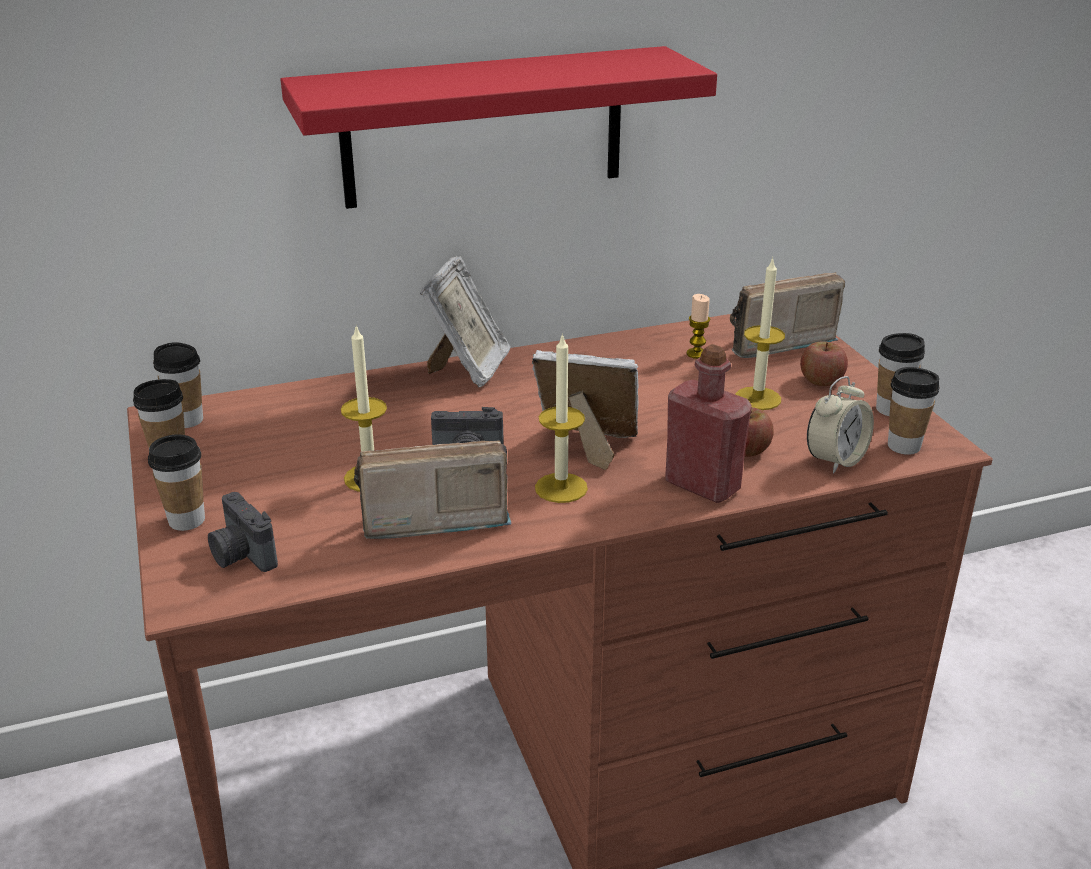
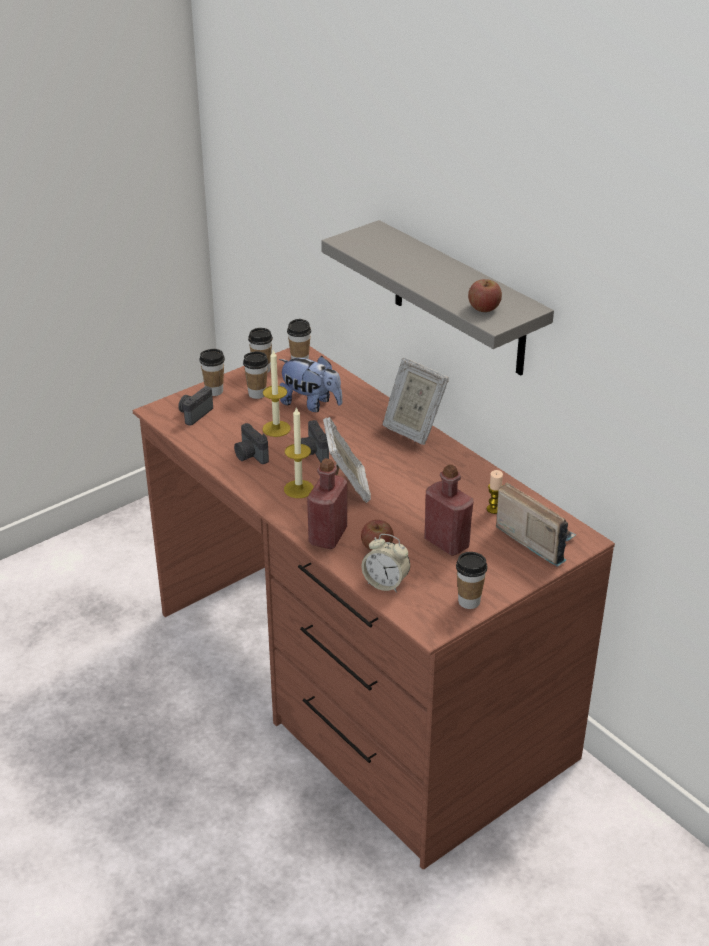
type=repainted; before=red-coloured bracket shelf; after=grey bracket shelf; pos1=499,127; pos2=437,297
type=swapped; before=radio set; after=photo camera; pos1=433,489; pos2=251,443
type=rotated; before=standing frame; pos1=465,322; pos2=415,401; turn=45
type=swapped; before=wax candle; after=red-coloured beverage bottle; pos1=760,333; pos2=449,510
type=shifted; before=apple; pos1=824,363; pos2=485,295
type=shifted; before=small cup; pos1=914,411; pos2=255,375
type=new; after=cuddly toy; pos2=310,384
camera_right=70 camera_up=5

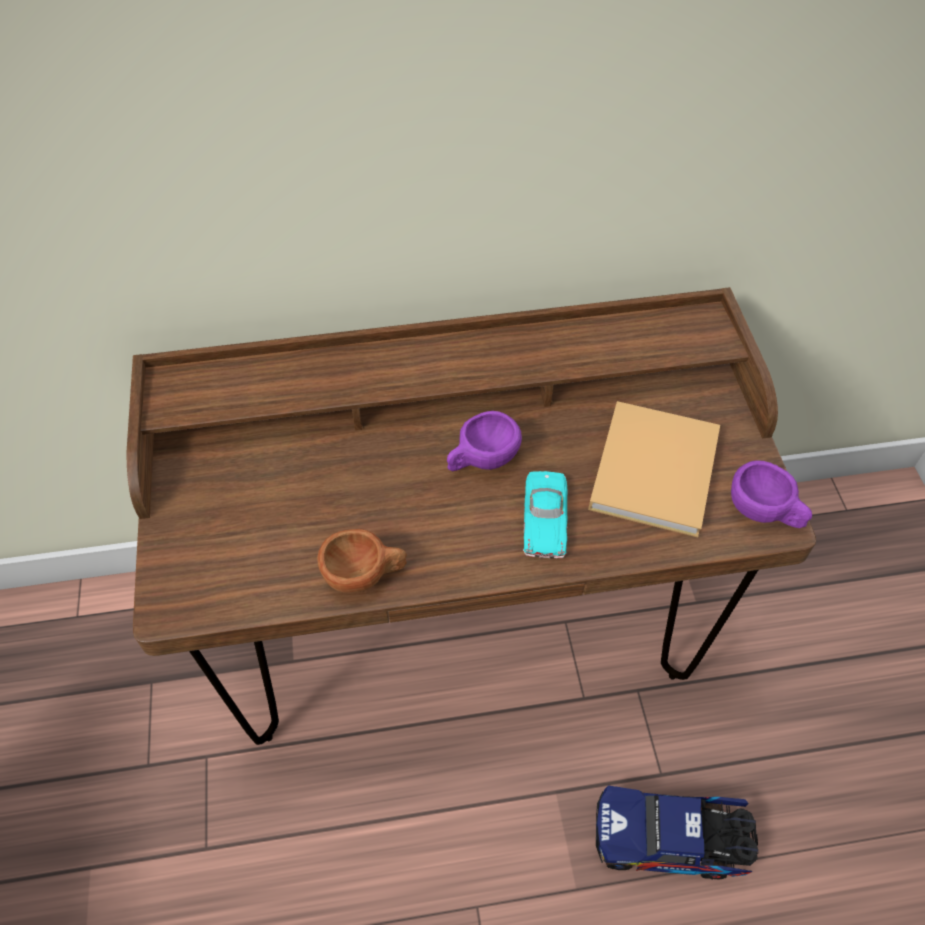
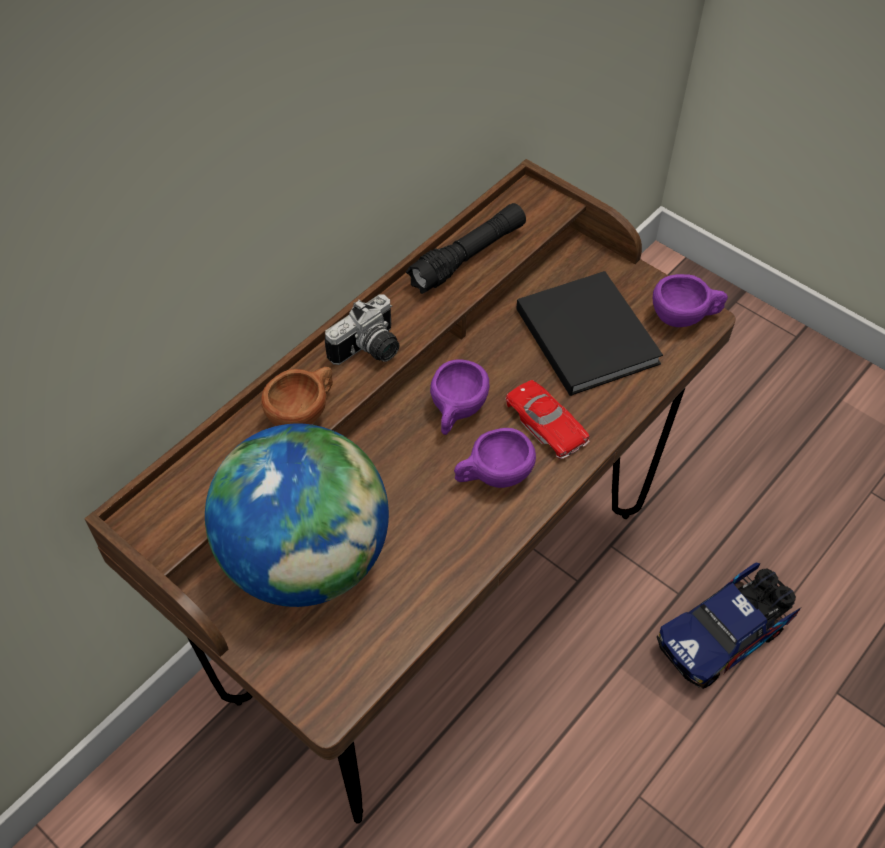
type=shifted; before=brown-coloured small cup; pos1=362,561; pos2=297,396
type=repainted; before=turquoise model car; after=red-coloured model car; pos1=545,514; pos2=547,419
type=repainted; before=beige bound book; after=black bound book; pos1=654,469; pos2=589,333
type=new; after=globe; pos2=297,515
type=new; after=photo camera; pos2=362,329
type=new; after=black flashlight; pos2=466,248
type=new; after=purple small cup; pos2=495,458
camera_right=-40 camera_up=0

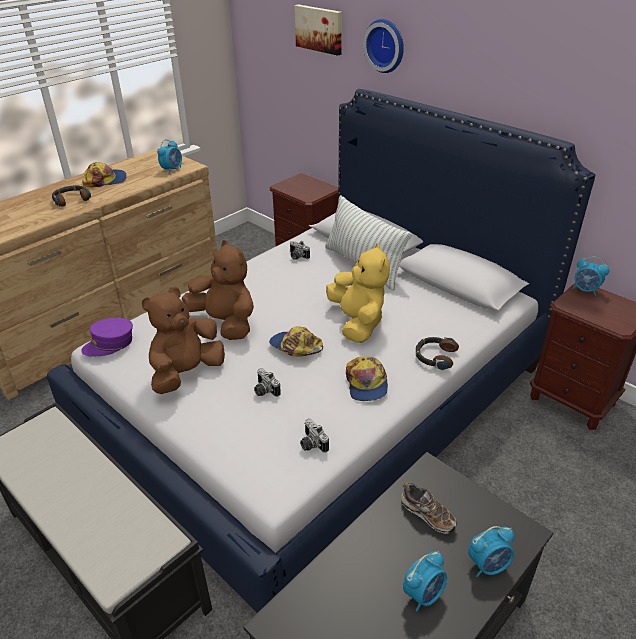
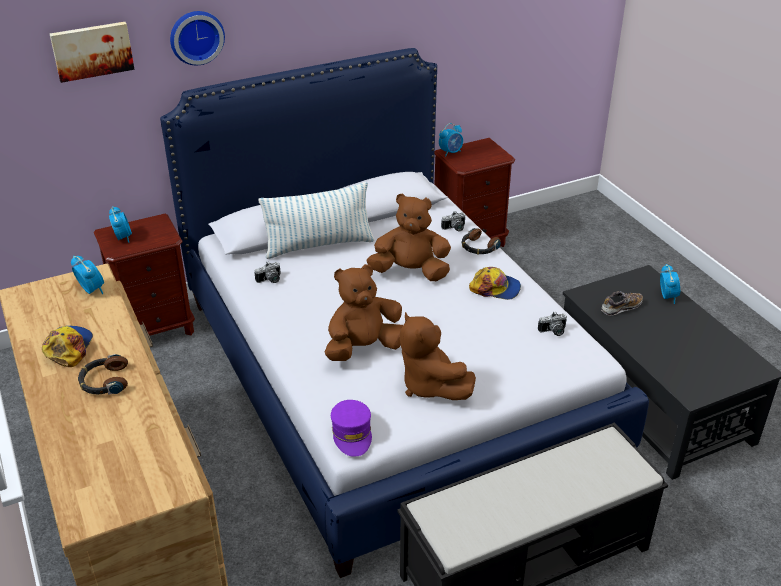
type=shifted; before=photo camera; pos1=267,382; pos2=453,221
type=gone; before=baseball cap; pos1=296,341
type=repainted; before=yellow-coloured cuddly toy; after=brown-coloured cuddly toy; pos1=358,293; pos2=409,237
type=shifted; before=table clock; pos1=425,581; pos2=120,224
camera_right=-70 camera_up=0

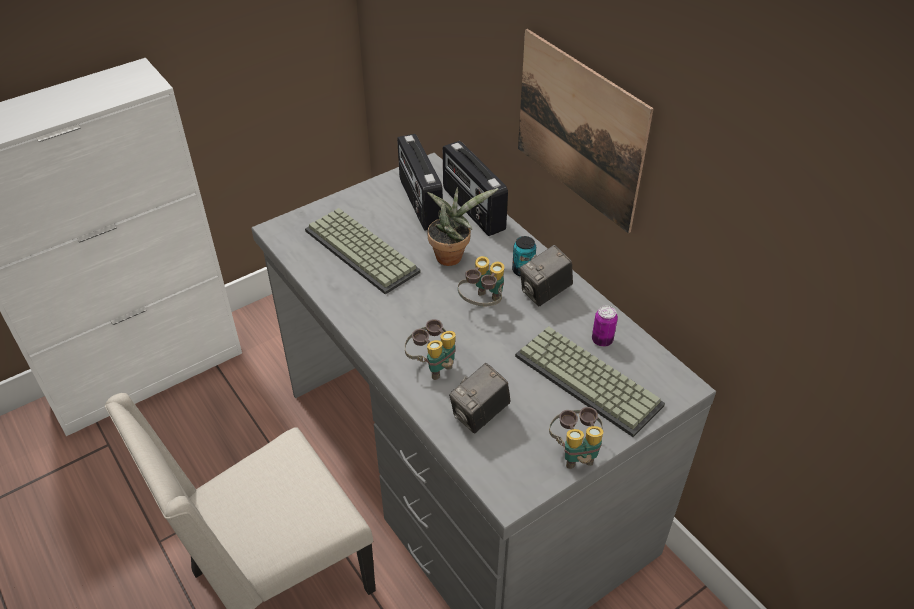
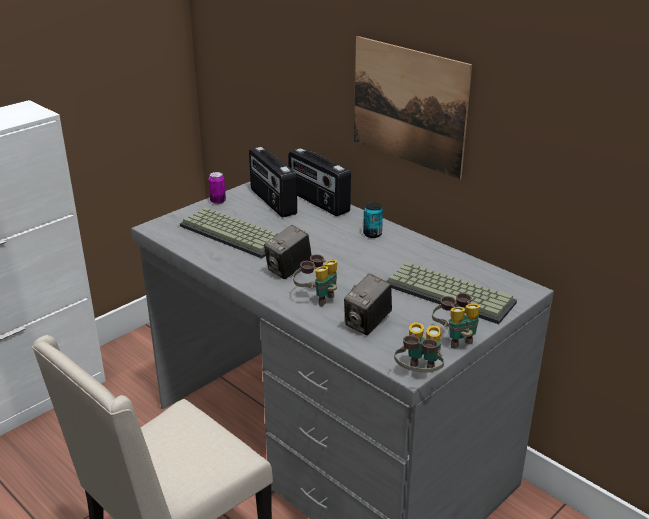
type=gone; before=houseplant; pos1=462,226
type=shifted; before=pair of binoculars; pos1=481,281; pos2=419,347
type=shifted; before=photo camera; pos1=546,275; pos2=288,252
type=shifted; before=metal can; pos1=605,326; pos2=217,188
camera_right=-10 camera_up=-15

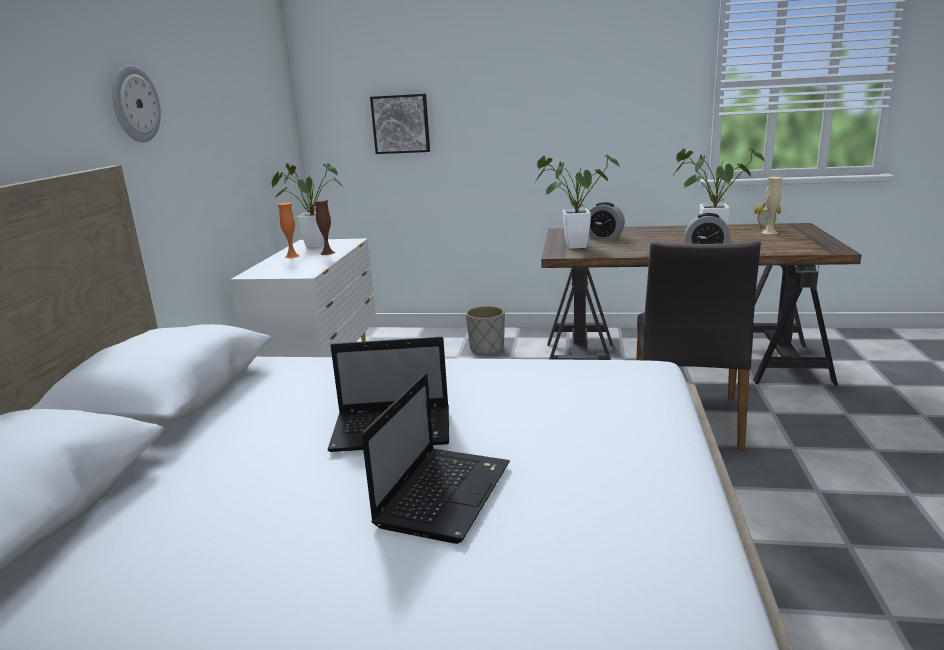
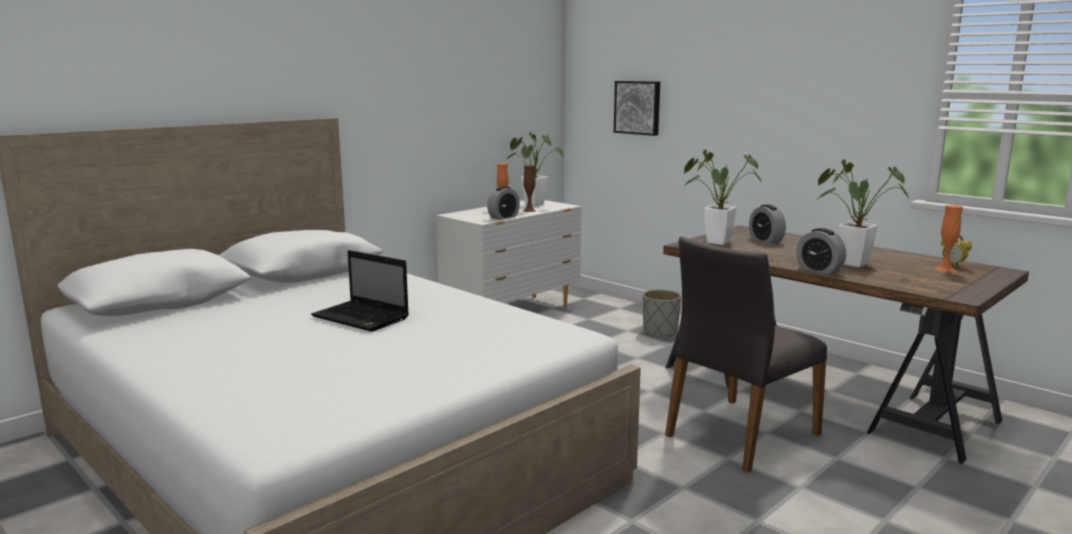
type=gone; before=clock on the wall; pos1=136,103
type=gone; before=laptop; pos1=436,458
type=repainted; before=beige flower vase; after=orangey flower vase; pos1=772,205; pos2=949,238
type=new; after=table clock; pos2=503,203
camera_right=35 camera_up=-5

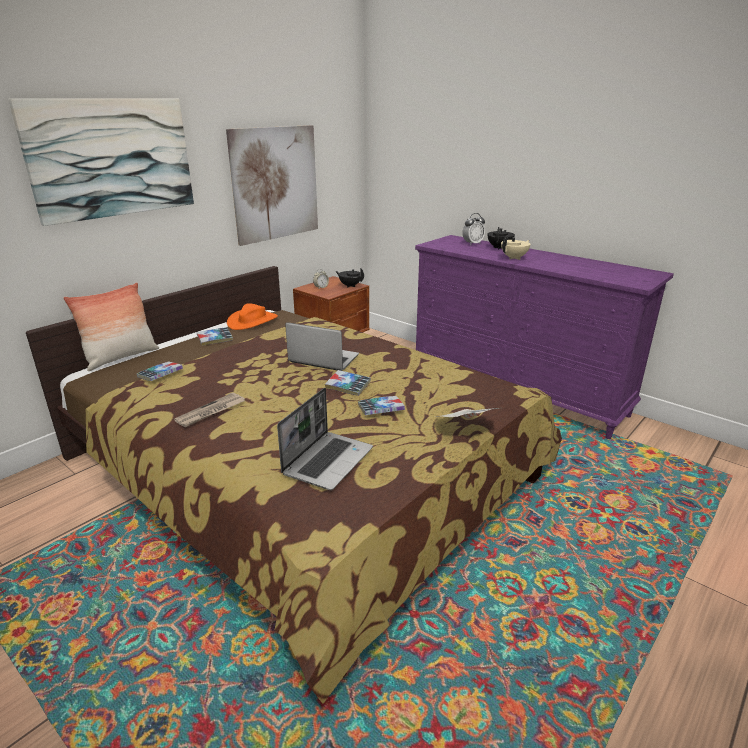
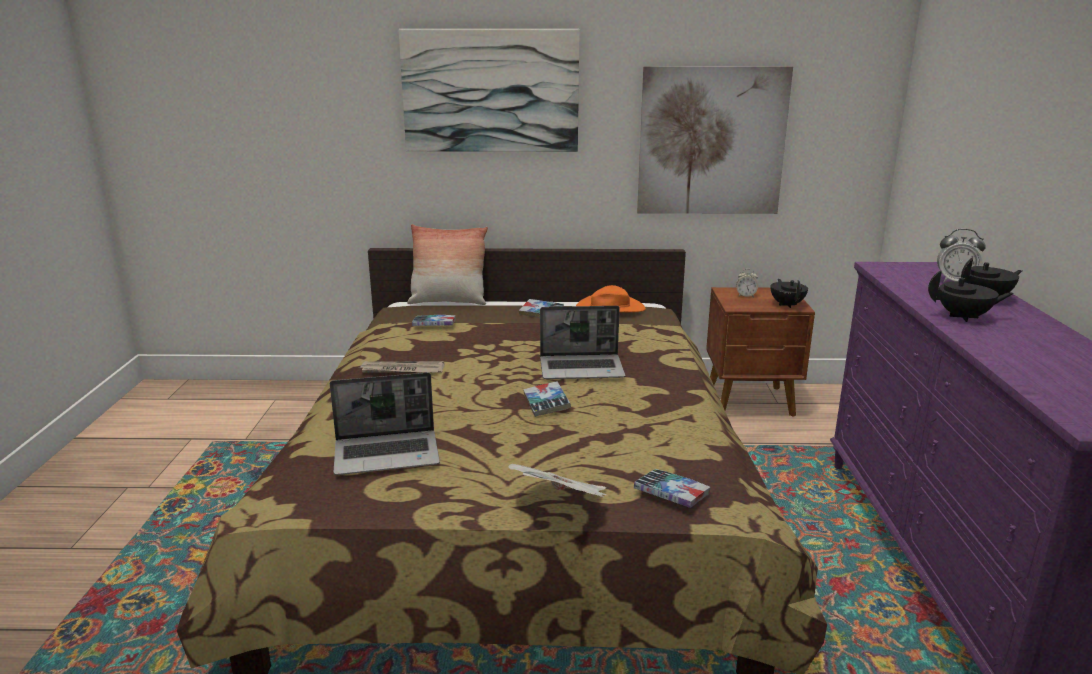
type=rotated; before=laptop; pos1=322,346; pos2=582,342; turn=105
type=shifted; before=bound book; pos1=381,405; pos2=672,488
type=repainted; before=beige tea pot; after=black tea pot; pos1=515,247; pos2=971,296
camera_right=50 camera_up=-5

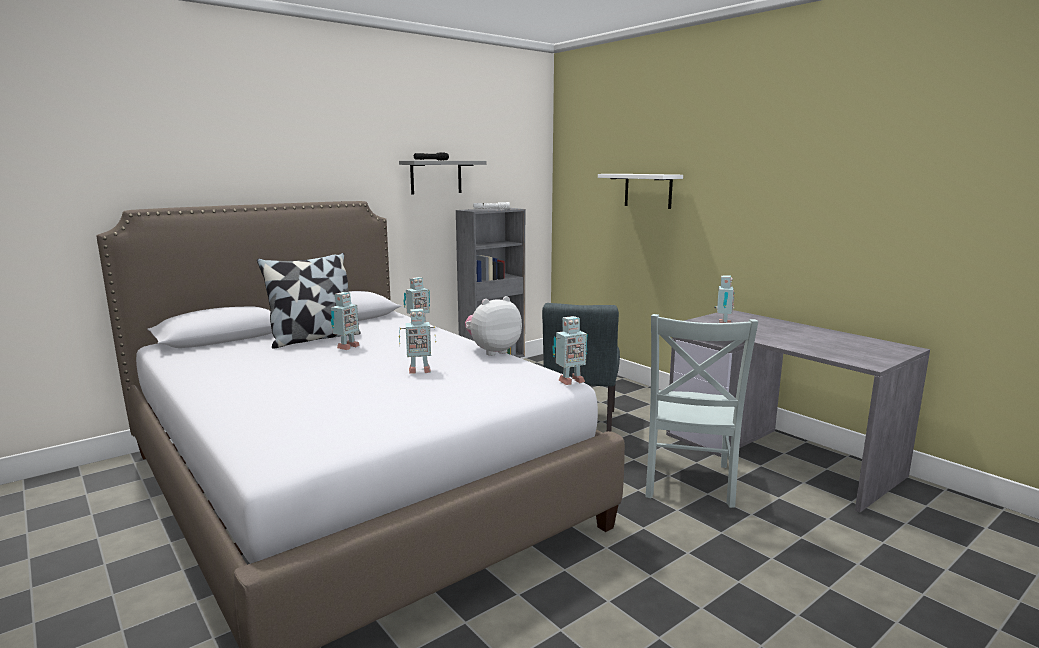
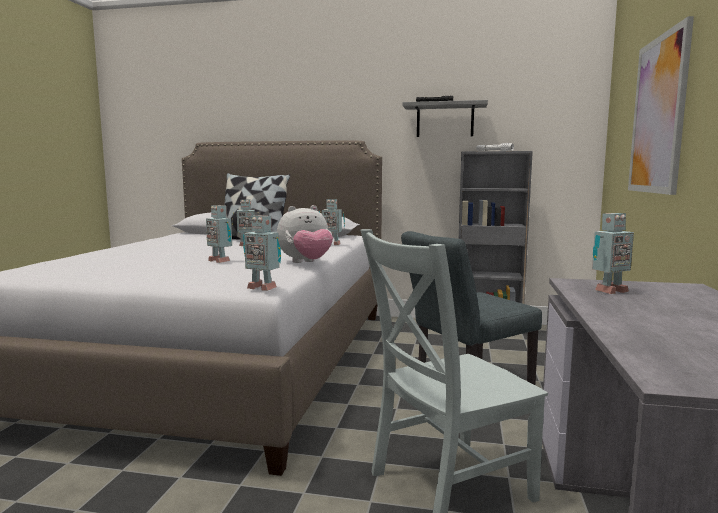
type=rotated; before=cuddly toy; pos1=493,326; pos2=305,234; turn=135
type=swapped; before=white-coloured bracket shelf; after=picture; pos1=640,191; pos2=661,105
camera_right=50 camera_up=-5

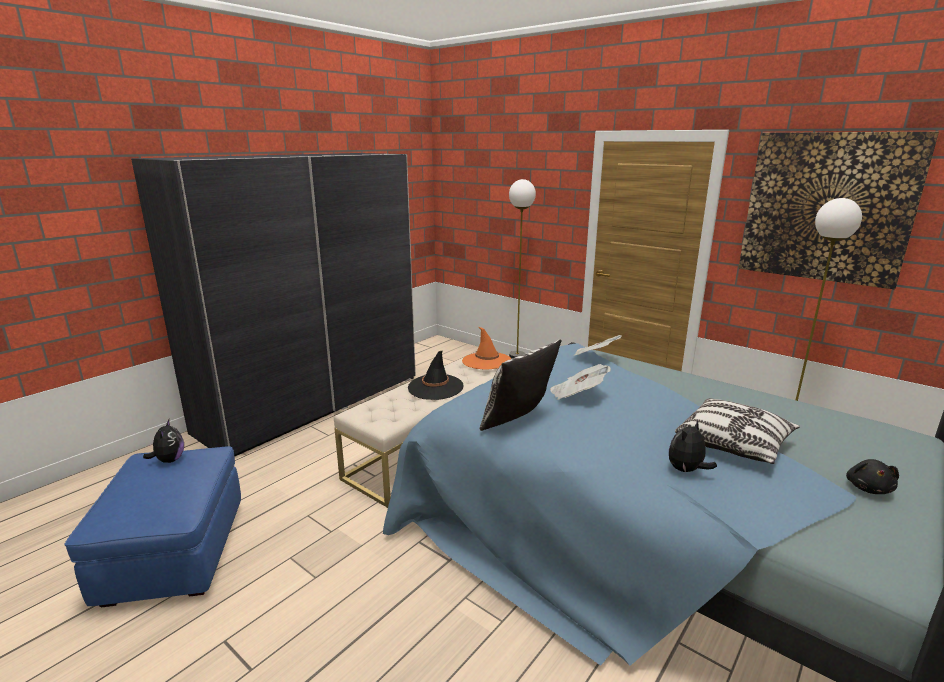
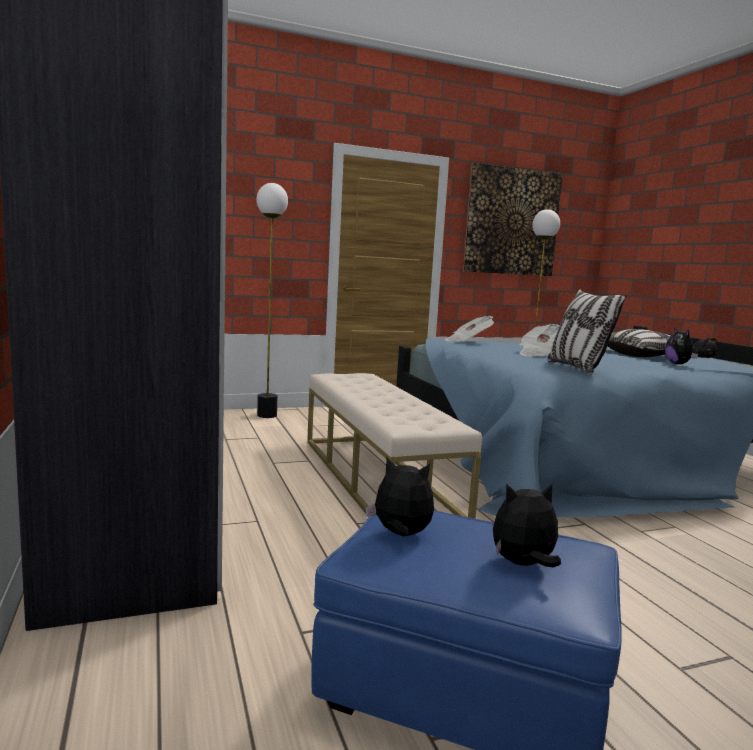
type=gone; before=black clothing hat; pos1=435,375
type=gone; before=orangey clothing hat; pos1=487,348
type=new; after=cuddly toy; pos2=527,525
camera_right=-60 camera_up=-10

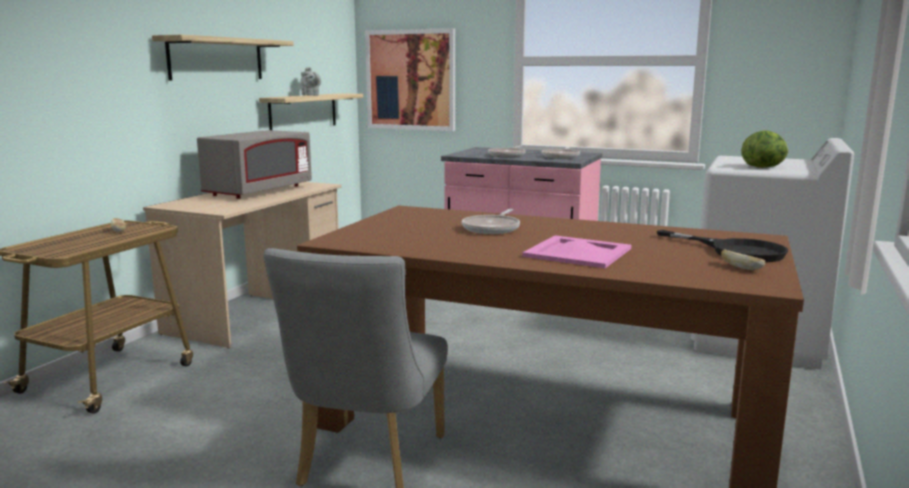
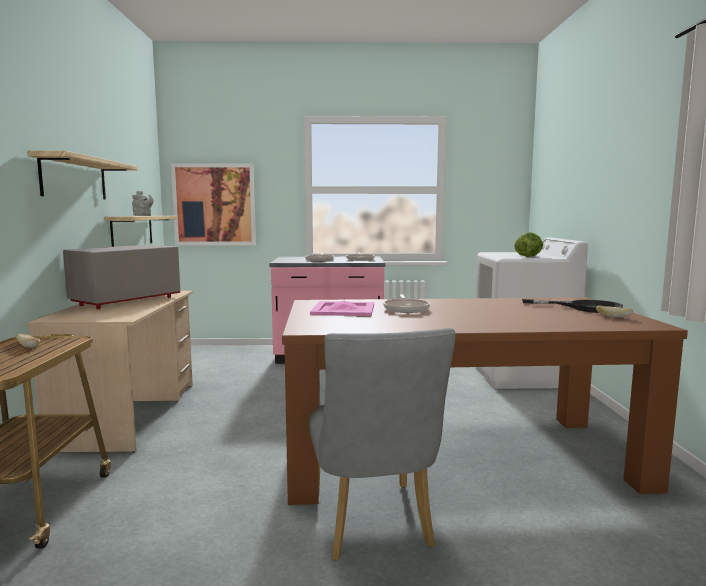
type=rotated; before=grey microwave; pos1=254,164; pos2=122,277; turn=-150
type=shifted; before=pink-coloured carrying tray; pos1=576,251; pos2=342,308
camera_right=-25 camera_up=-5

